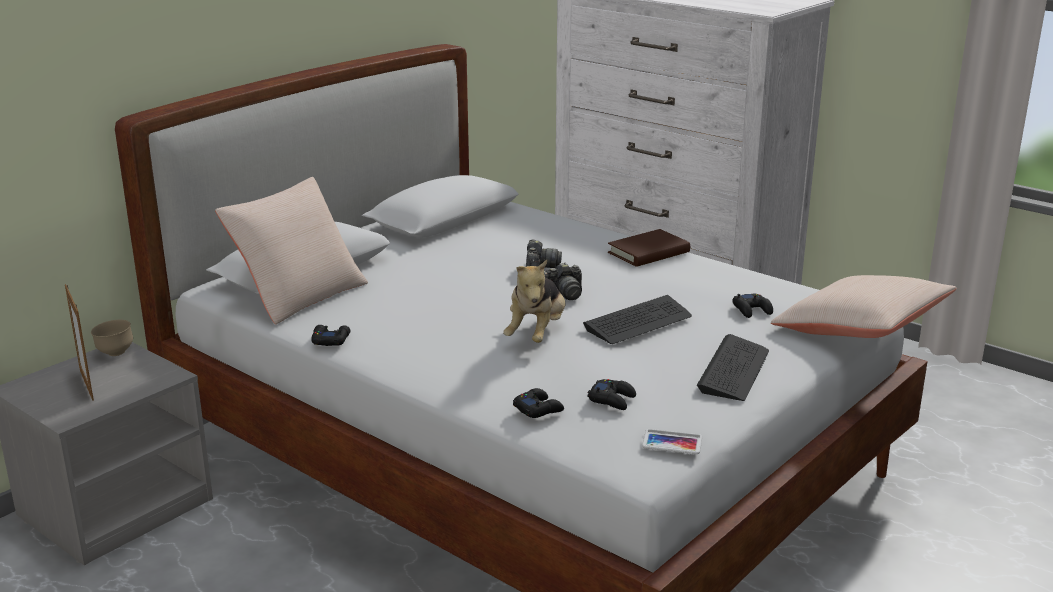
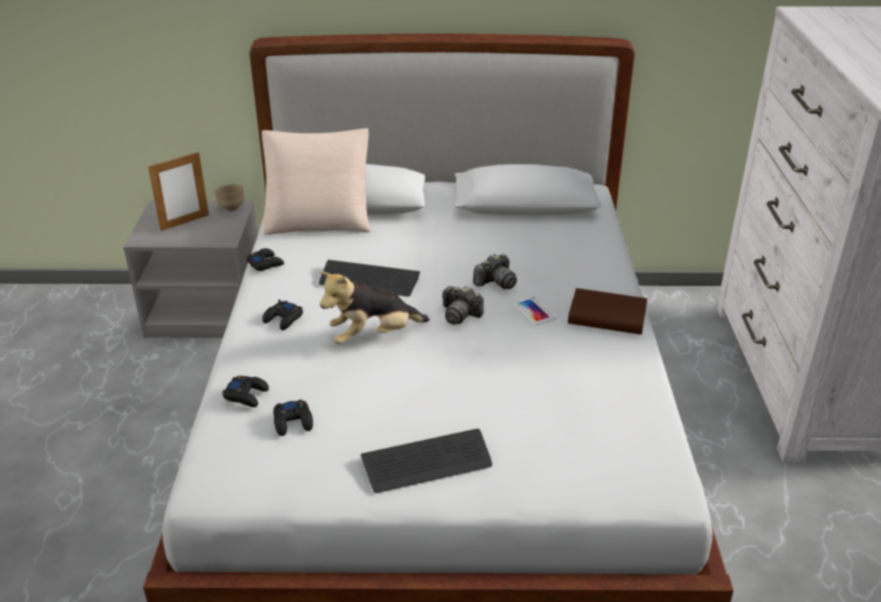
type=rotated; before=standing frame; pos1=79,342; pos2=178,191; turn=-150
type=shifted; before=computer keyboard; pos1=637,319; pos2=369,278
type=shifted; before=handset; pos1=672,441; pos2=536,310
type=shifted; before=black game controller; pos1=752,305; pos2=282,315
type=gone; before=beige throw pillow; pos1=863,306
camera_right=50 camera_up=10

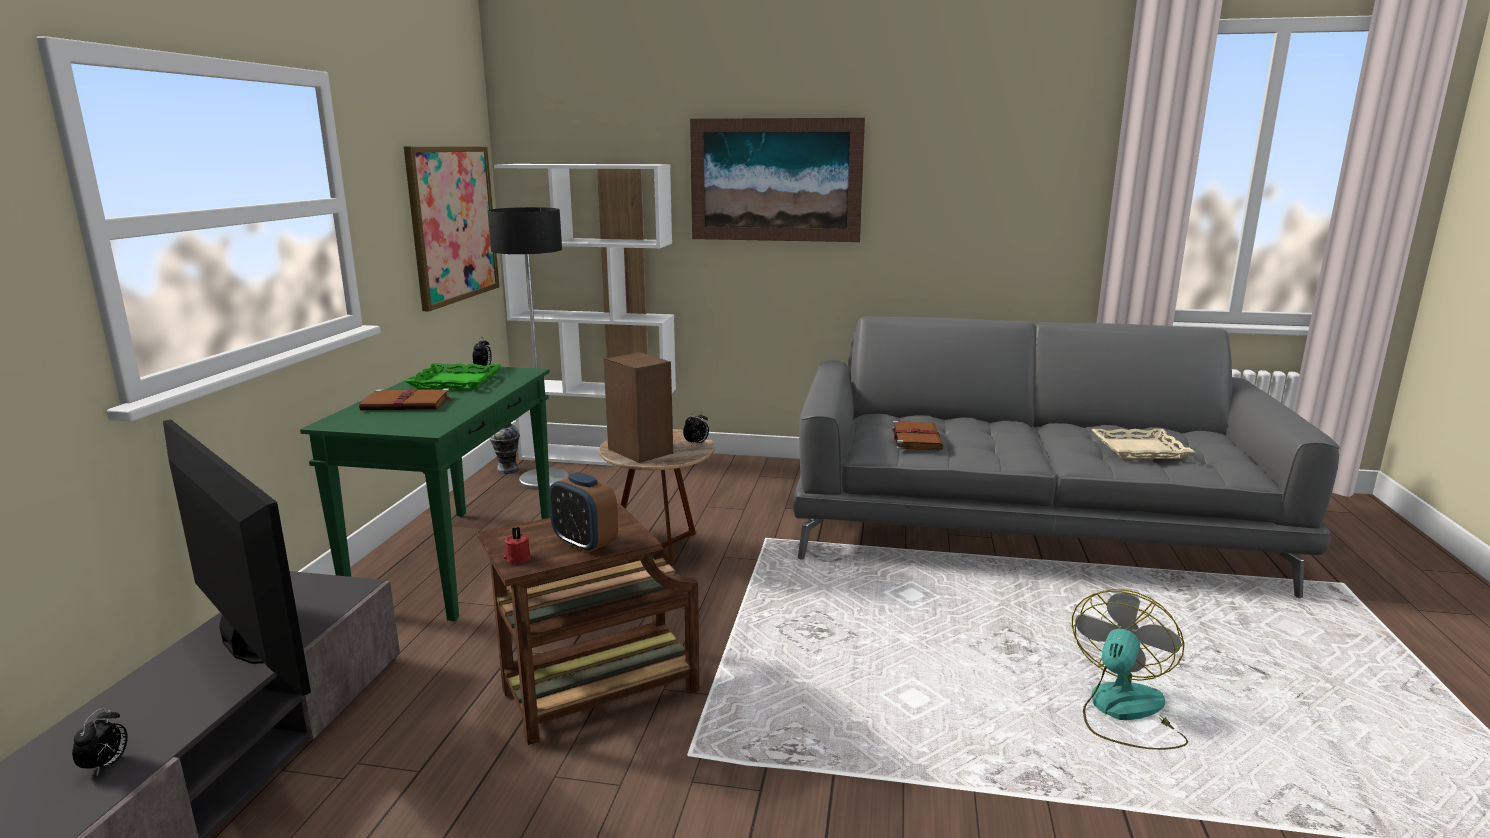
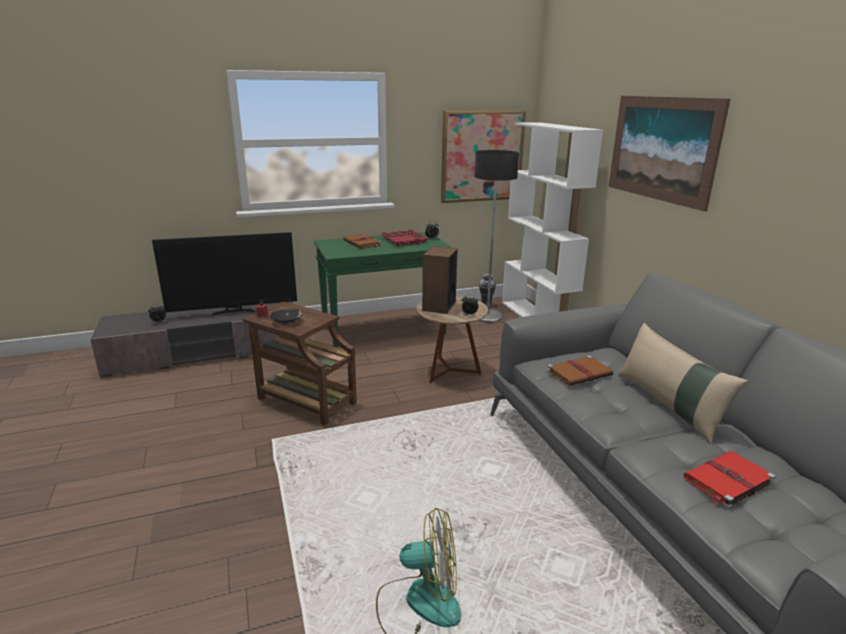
type=rotated; before=television; pos1=237,558; pos2=224,273; turn=60
type=repainted; before=green-coloured carrying tray; after=red-coloured carrying tray; pos1=453,376; pos2=404,237
type=swapped; before=table clock; after=black deep dish; pos1=583,512; pos2=286,317
type=swapped; before=beige carrying tray; after=red-coloured bound book; pos1=1143,444; pos2=729,479
type=new; after=beige throw pillow; pos2=683,383
camera_right=60 camera_up=5

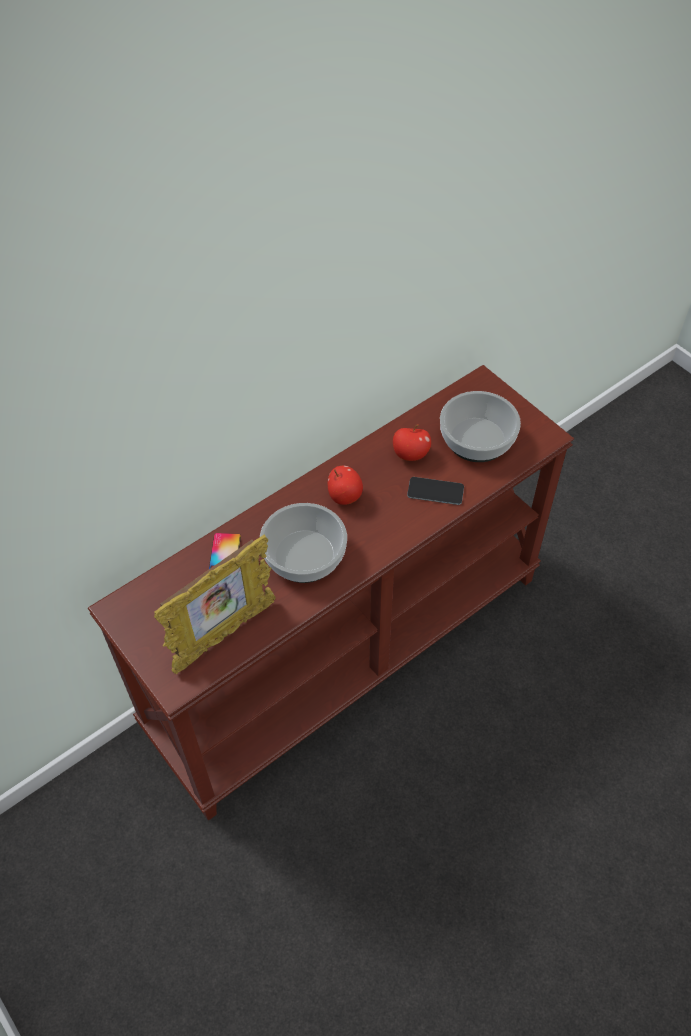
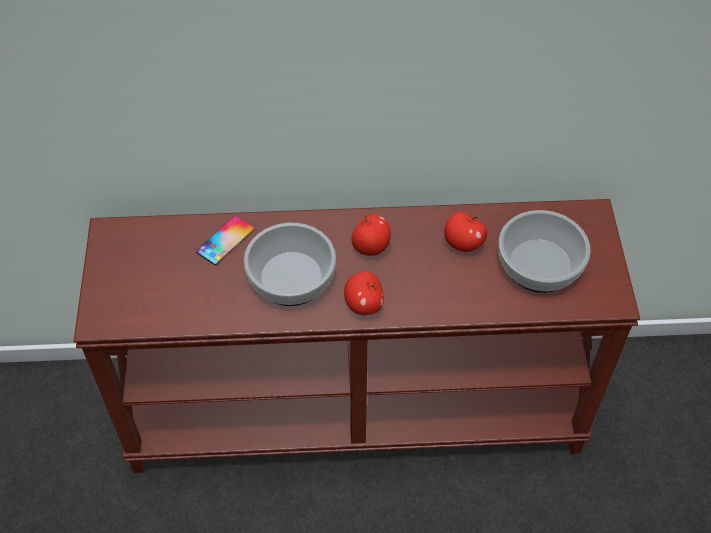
type=gone; before=standing frame; pos1=215,604
type=gone; before=handset; pos1=435,491
type=new; after=apple; pos2=364,293
camera_right=35 camera_up=0

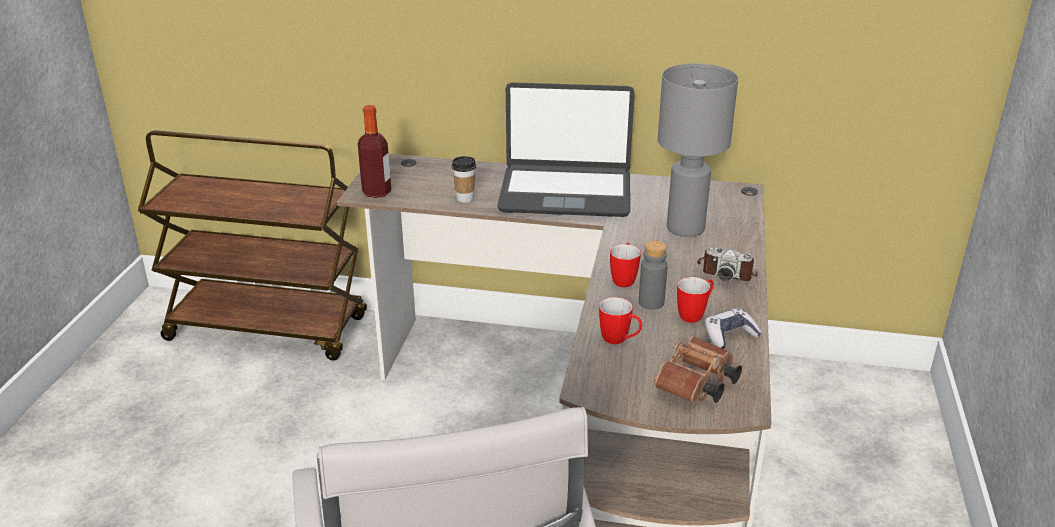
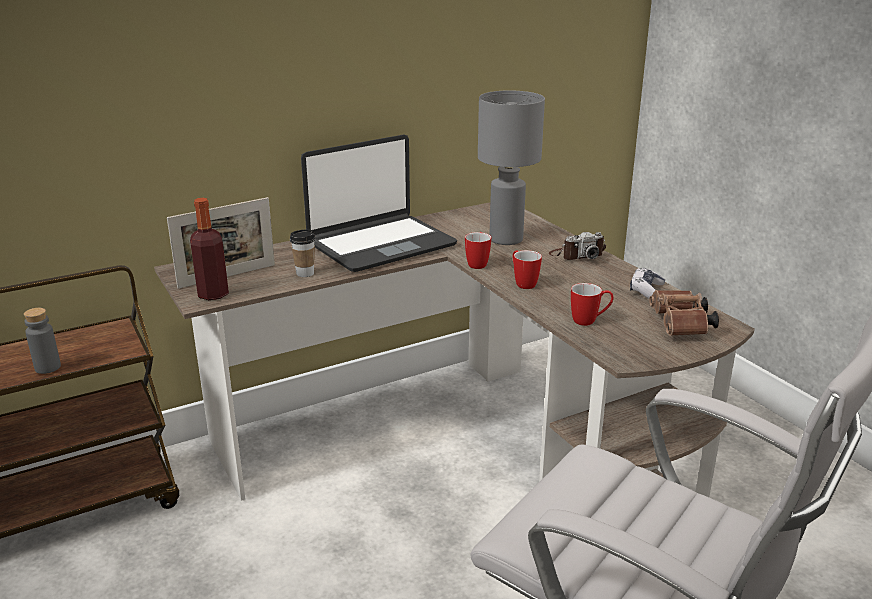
type=shifted; before=grey beverage bottle; pos1=653,275; pos2=42,341
type=shifted; before=mug; pos1=695,300; pos2=478,250
type=new; after=standing frame; pos2=221,243
camera_right=-40 camera_up=-5

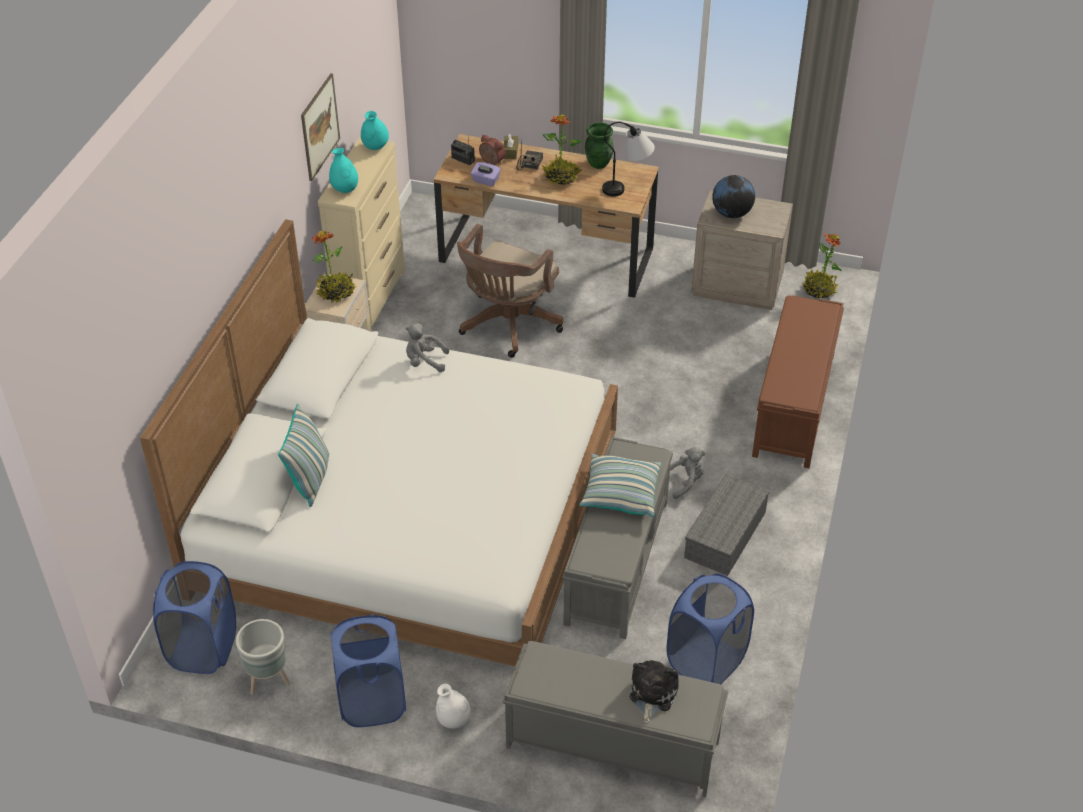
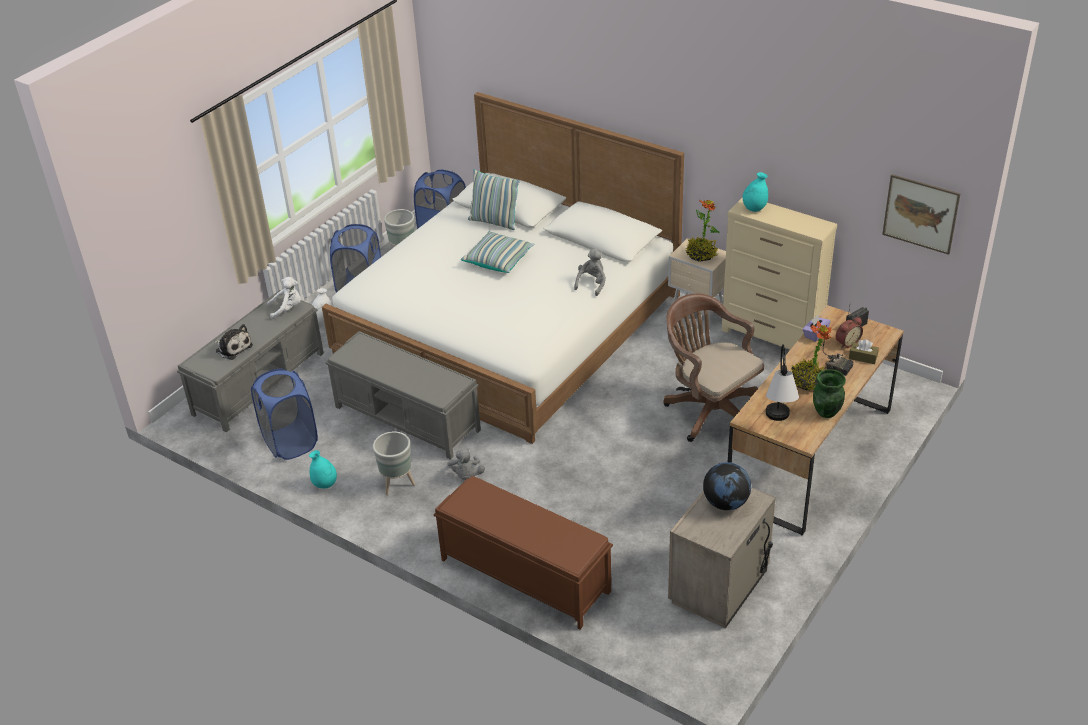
type=shifted; before=picture; pos1=320,127; pos2=921,214
type=shifted; before=turquoise flower vase; pos1=375,130; pos2=323,469
type=shifted; before=throw pillow; pos1=620,485; pos2=498,252
type=swapped; before=grey storage container; after=grey plant pot; pos1=726,525; pos2=394,463
type=gone; before=houseplant; pos1=821,265
type=new; after=white-coloured cuddly toy; pos2=284,298
camera_right=110 camera_up=-5

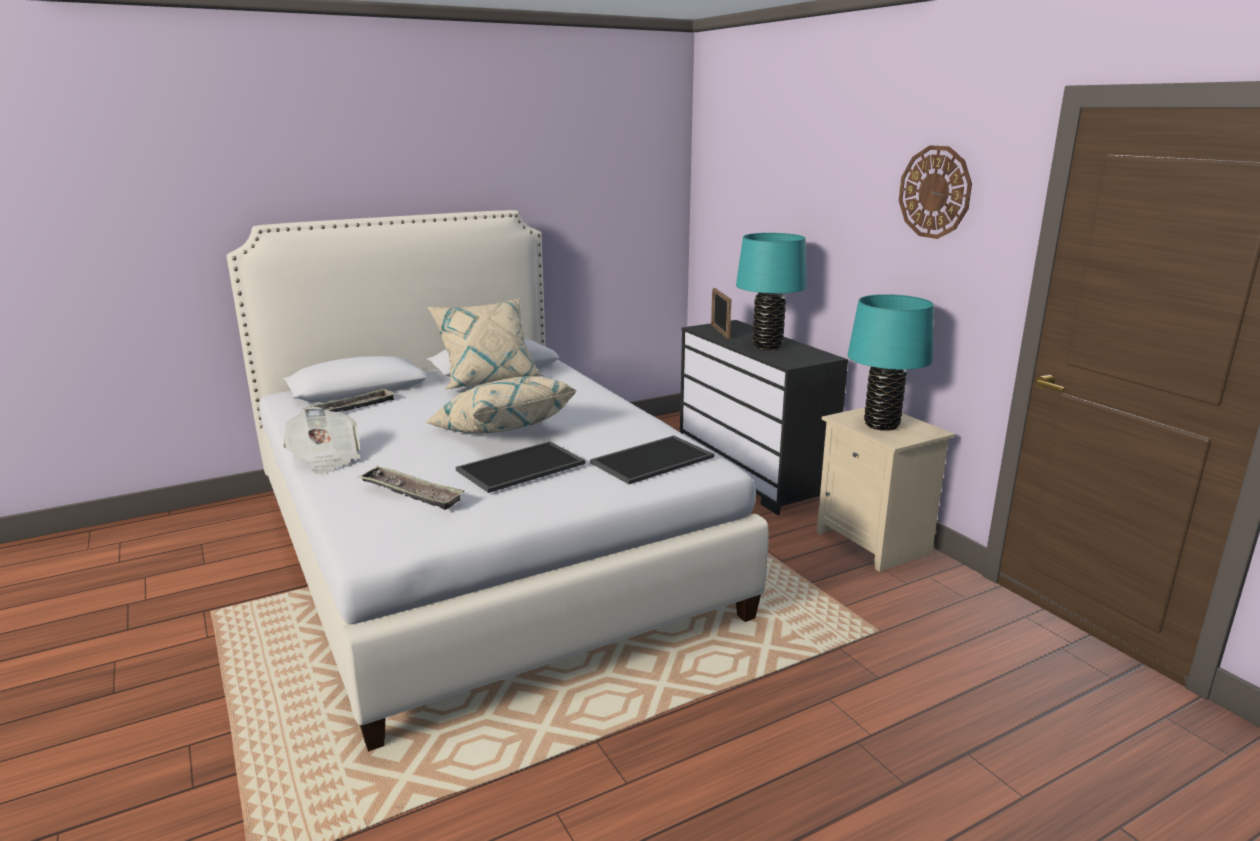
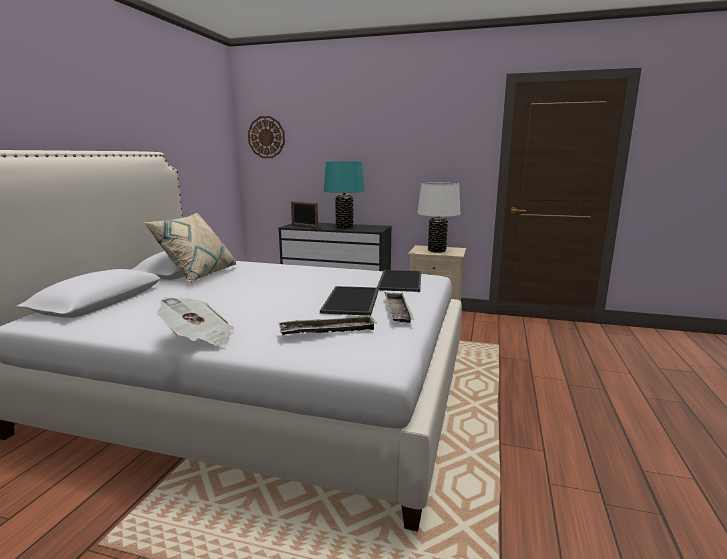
type=shifted; before=carrying tray; pos1=350,400; pos2=399,308
type=gone; before=beige throw pillow; pos1=501,405
type=repainted; before=turquoise lamp for a table; after=white-coloured lamp for a table; pos1=891,362; pos2=438,218
type=shifted; before=clock on the wall; pos1=935,192; pos2=266,137
camera_right=-45 camera_up=-5

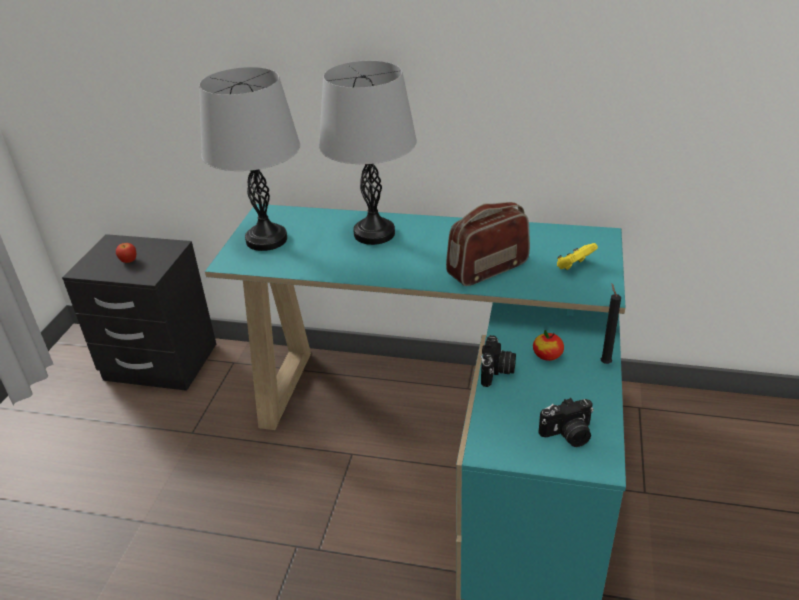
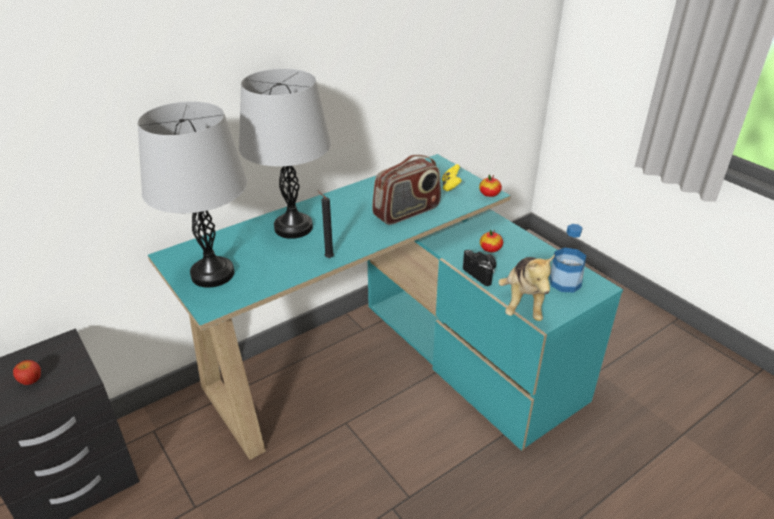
type=rotated; before=radio set; pos1=488,244; pos2=406,190; turn=-135
type=swapped; before=photo camera; after=beverage bottle; pos1=566,422; pos2=567,258
type=shifted; before=black wax candle; pos1=611,324; pos2=326,224
type=new; after=apple; pos2=490,186
type=new; after=cuddly toy; pos2=526,288
camera_right=-50 camera_up=0

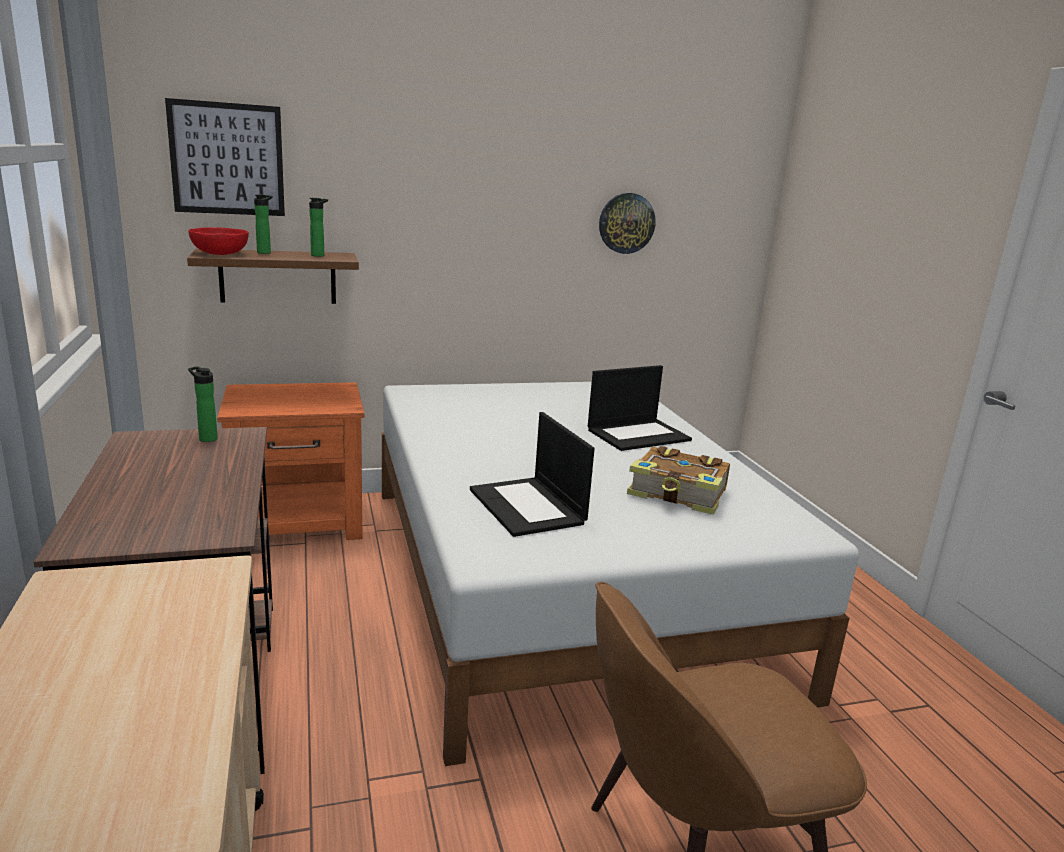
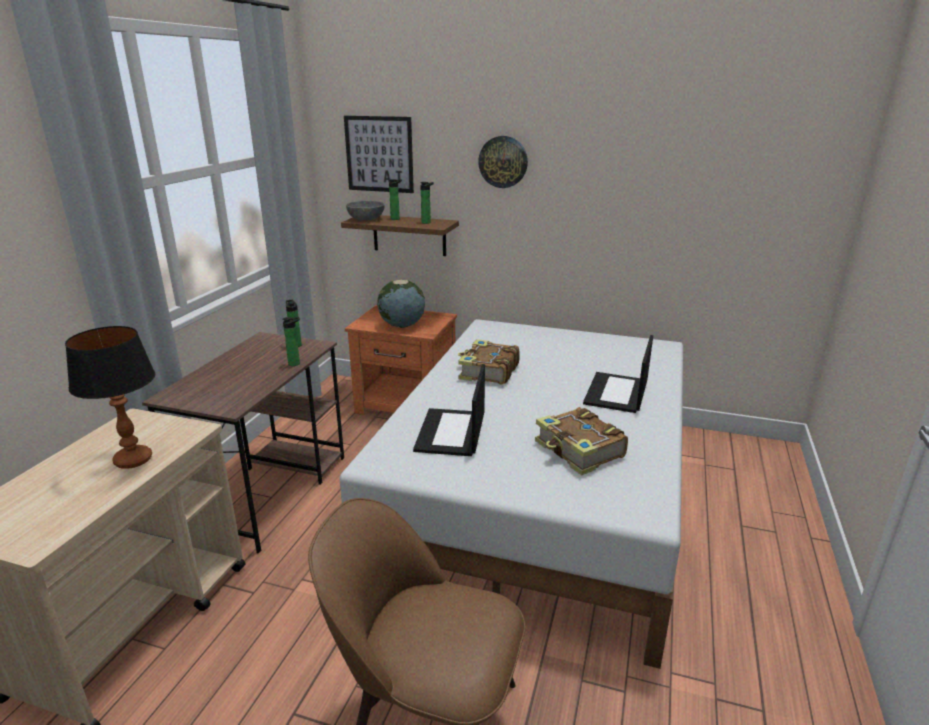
type=repainted; before=red-coloured deep dish; after=grey deep dish; pos1=219,241; pos2=365,211
type=rotated; before=laptop; pos1=640,408; pos2=618,374; turn=105
type=shifted; before=clock on the wall; pos1=627,223; pos2=503,162
type=new; after=lamp for a table; pos2=110,397
type=new; after=beverage bottle; pos2=291,341
type=new; after=globe; pos2=401,304
type=new; after=bound book; pos2=489,362
camera_right=35 camera_up=5

